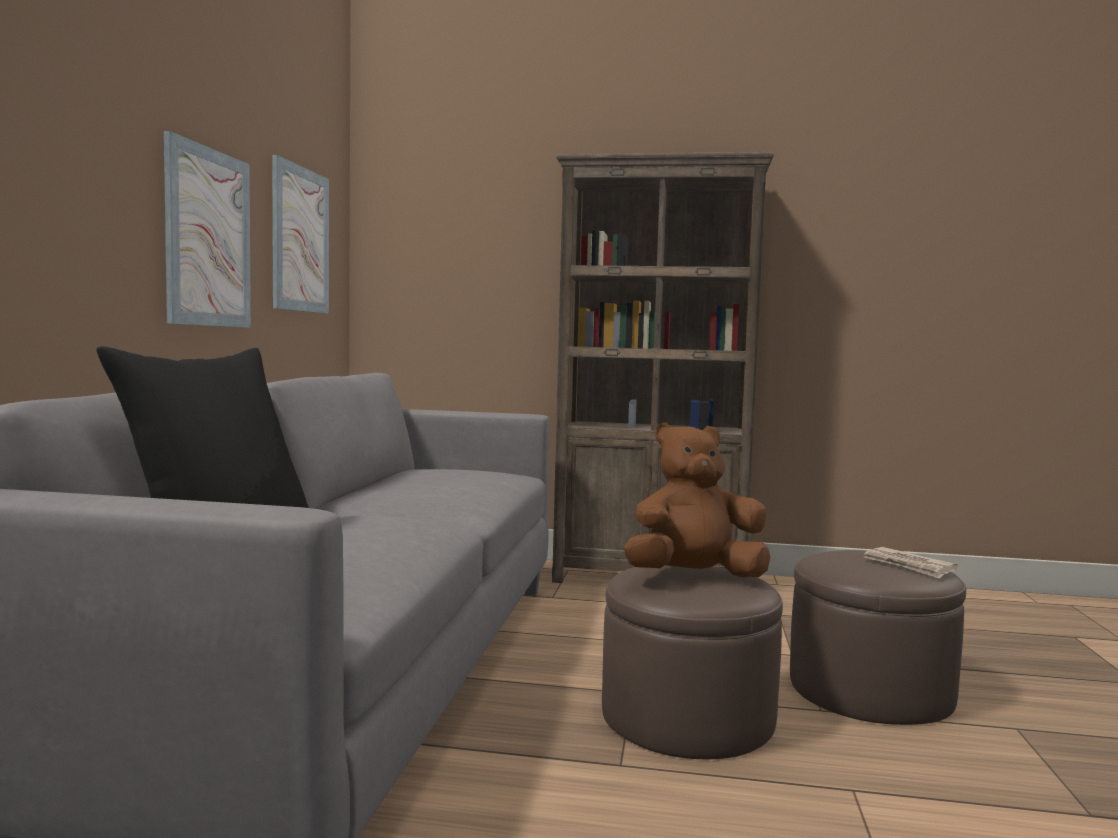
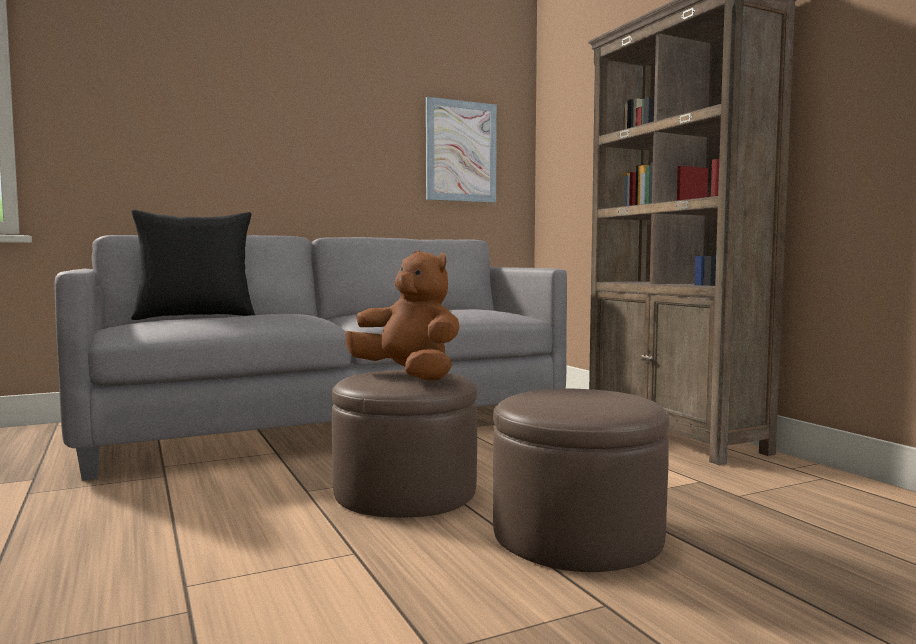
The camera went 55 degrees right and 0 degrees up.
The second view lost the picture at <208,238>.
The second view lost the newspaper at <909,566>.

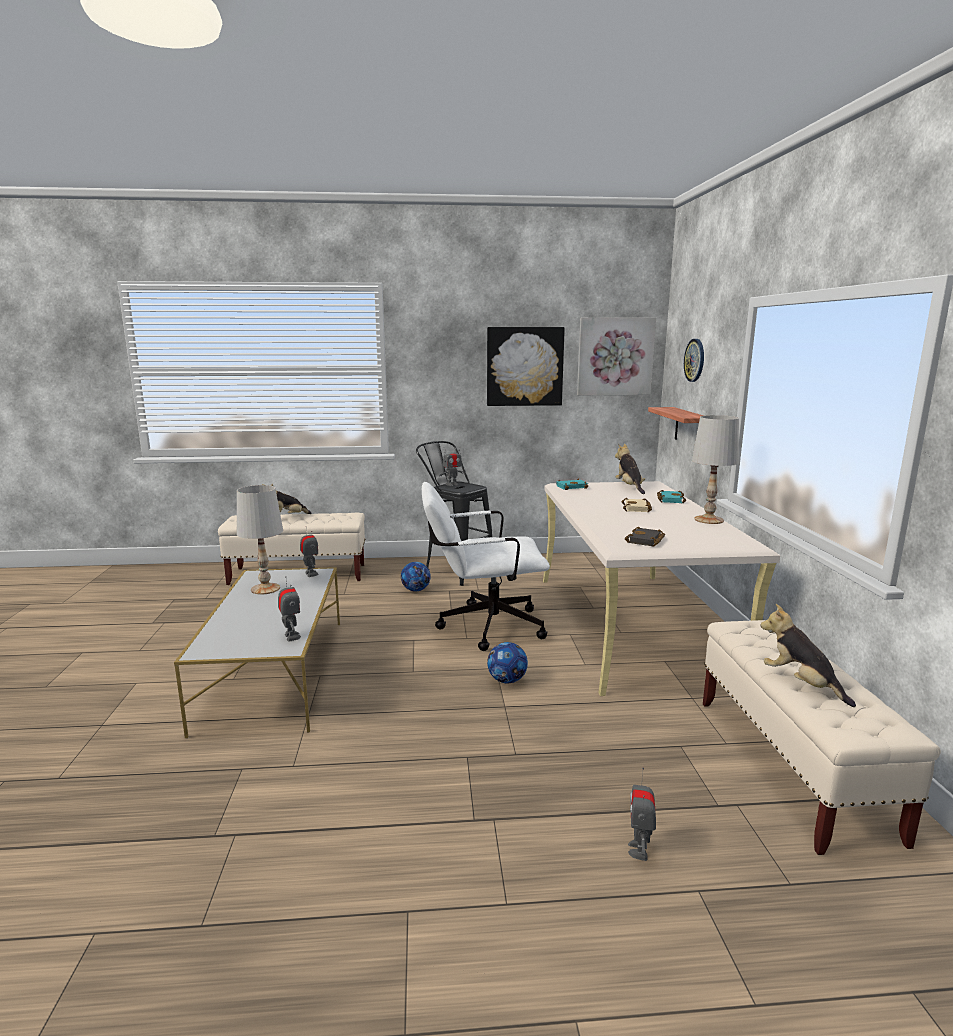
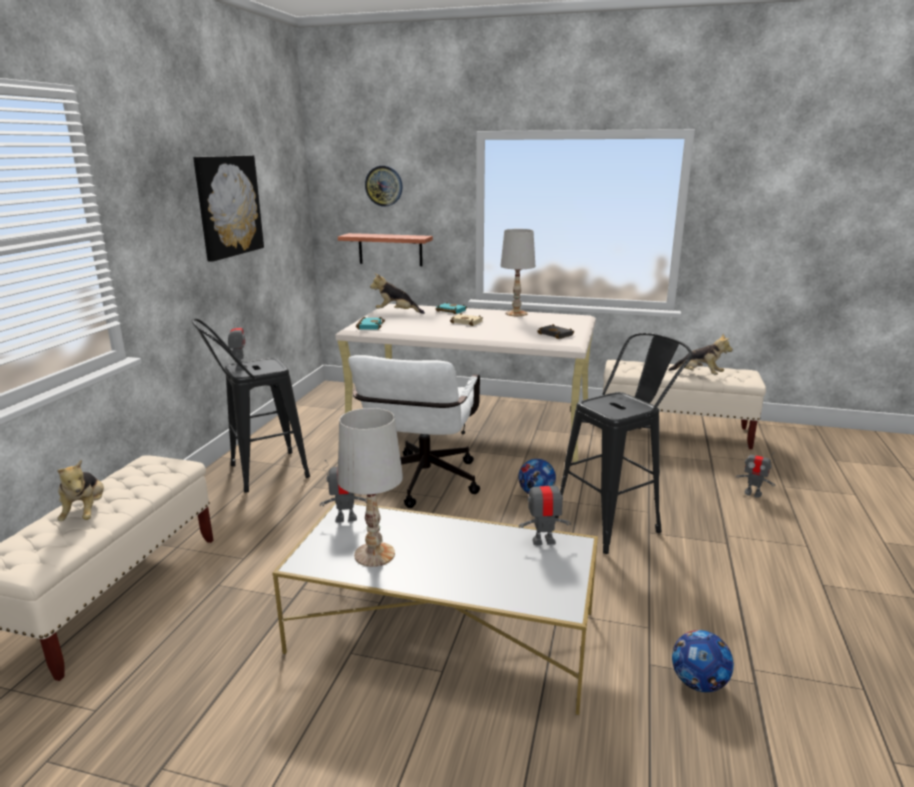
The camera went 70 degrees left and 5 degrees up.
The football ended up elsewhere, having gone from <416,590> to <698,683>.
The second view lost the picture at <615,356>.
The plush toy at <801,684> ended up facing another way, 135 degrees counterclockwise from before.
The second view gained the black stool at <615,522>.

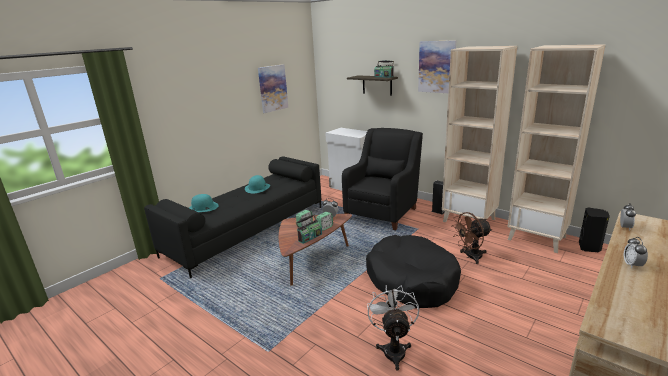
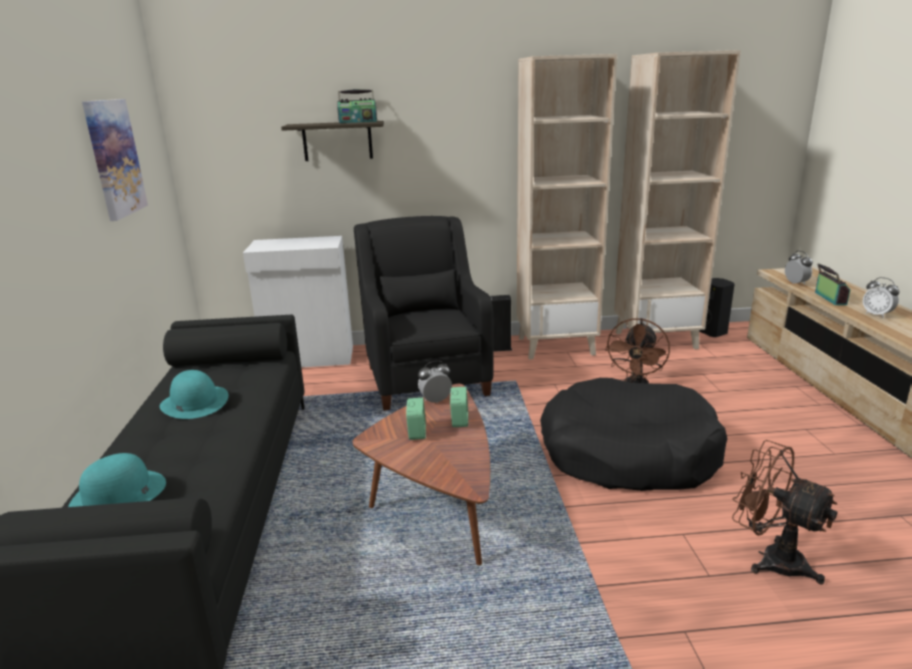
The camera went 45 degrees left and 0 degrees up.
The radio ended up elsewhere, having gone from <309,237> to <829,298>.
What was the white fan at <393,349> turned into the brown fan at <771,558>.
The second view lost the picture at <437,67>.

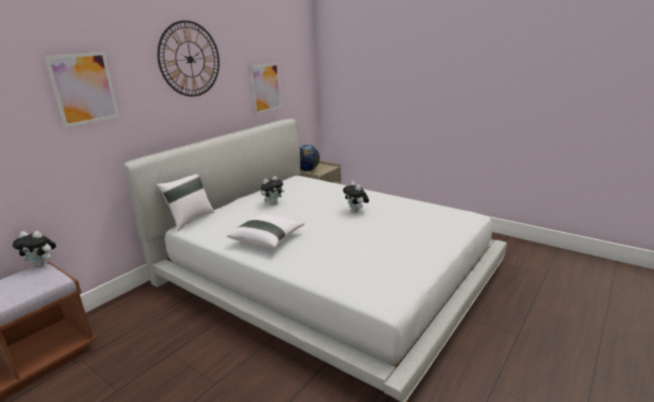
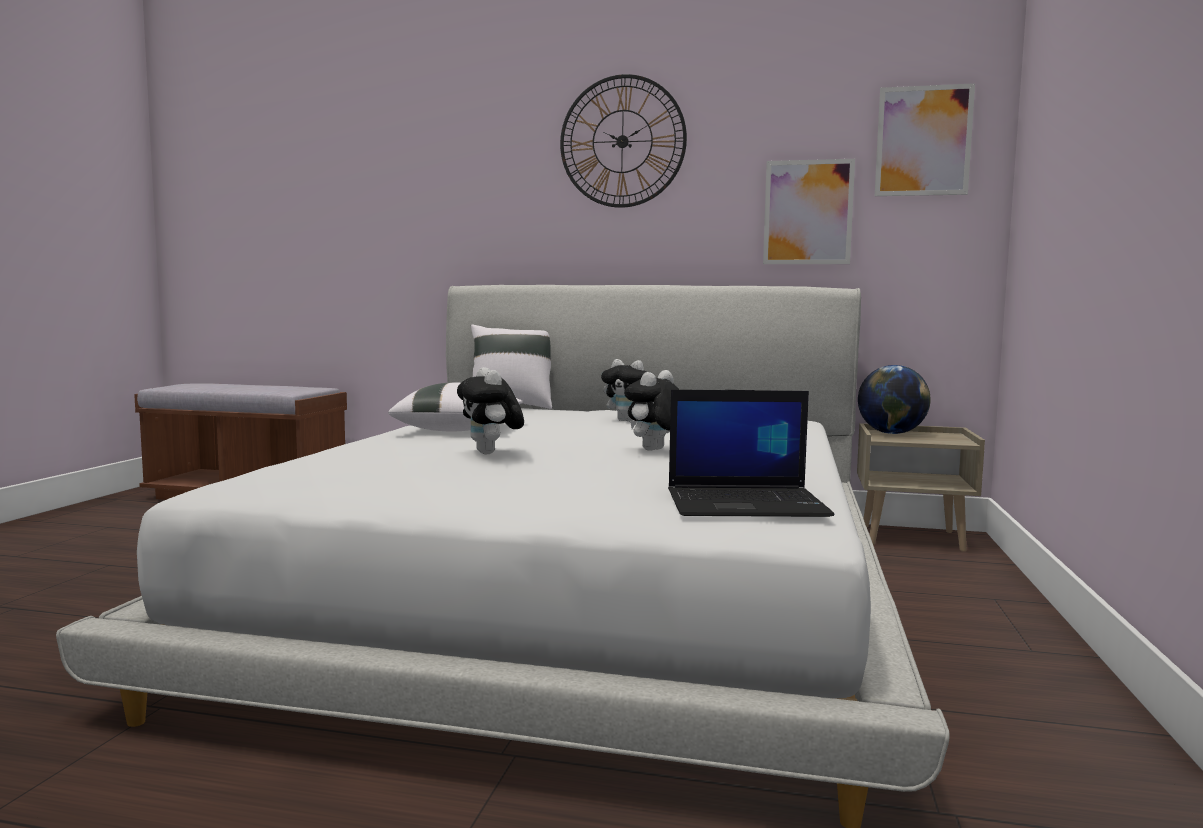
The camera went 65 degrees right and 15 degrees down.
The plush toy ended up elsewhere, having gone from <42,265> to <491,453>.
The picture ended up elsewhere, having gone from <84,88> to <923,141>.
The second view gained the laptop at <747,503>.

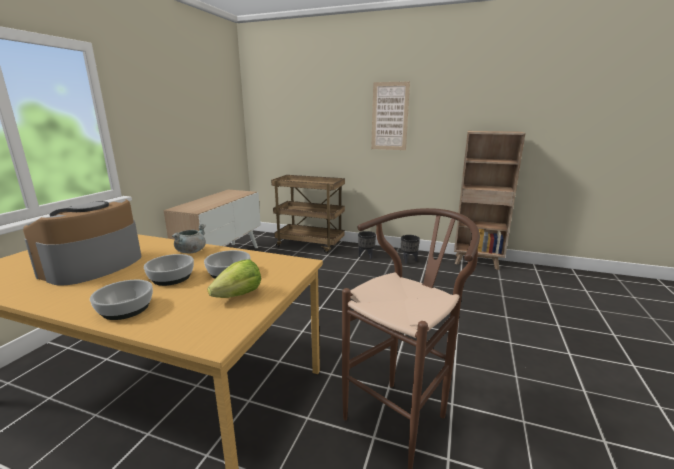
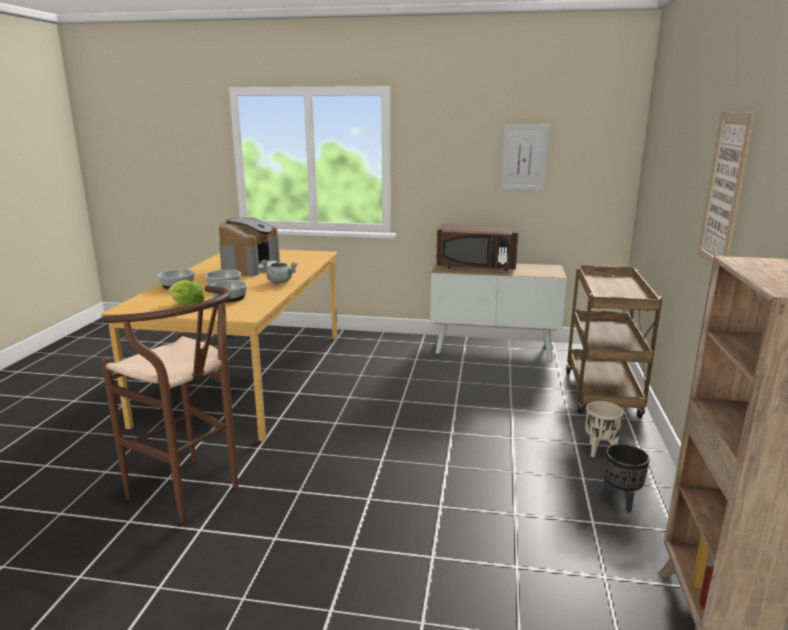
The camera went 80 degrees right and 0 degrees up.
The coffee machine at <94,266> ended up facing another way, 90 degrees clockwise from before.
What was the black planter at <366,256> turned into the beige planter at <600,451>.
The second view gained the brown microwave at <476,267>.
The second view gained the picture at <524,157>.

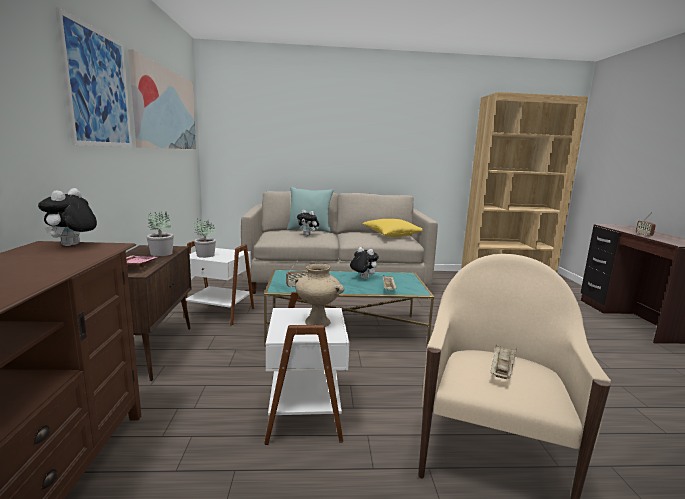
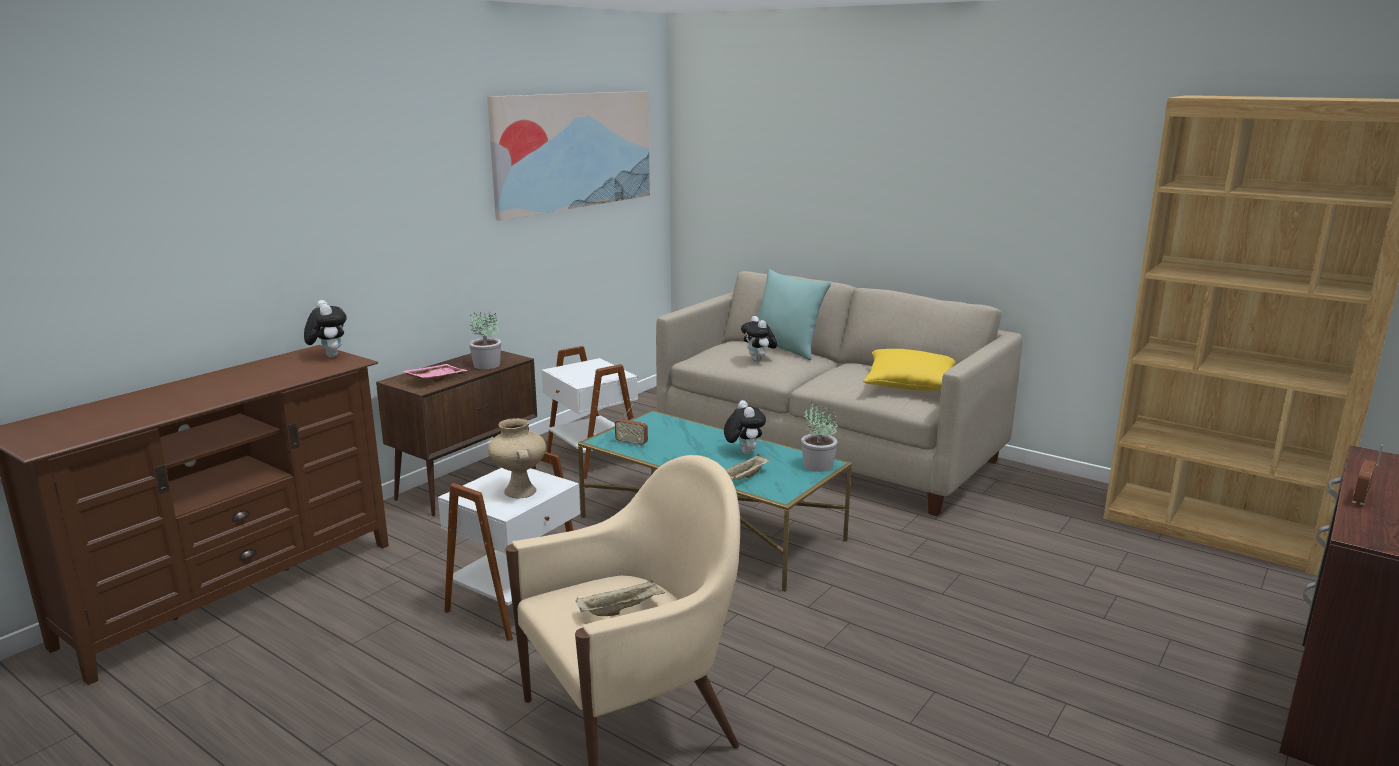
The camera went 40 degrees right and 5 degrees up.
The plush toy at <72,245> ended up facing another way, 105 degrees clockwise from before.
The second view lost the picture at <98,88>.
The potted plant ended up elsewhere, having gone from <205,255> to <817,465>.

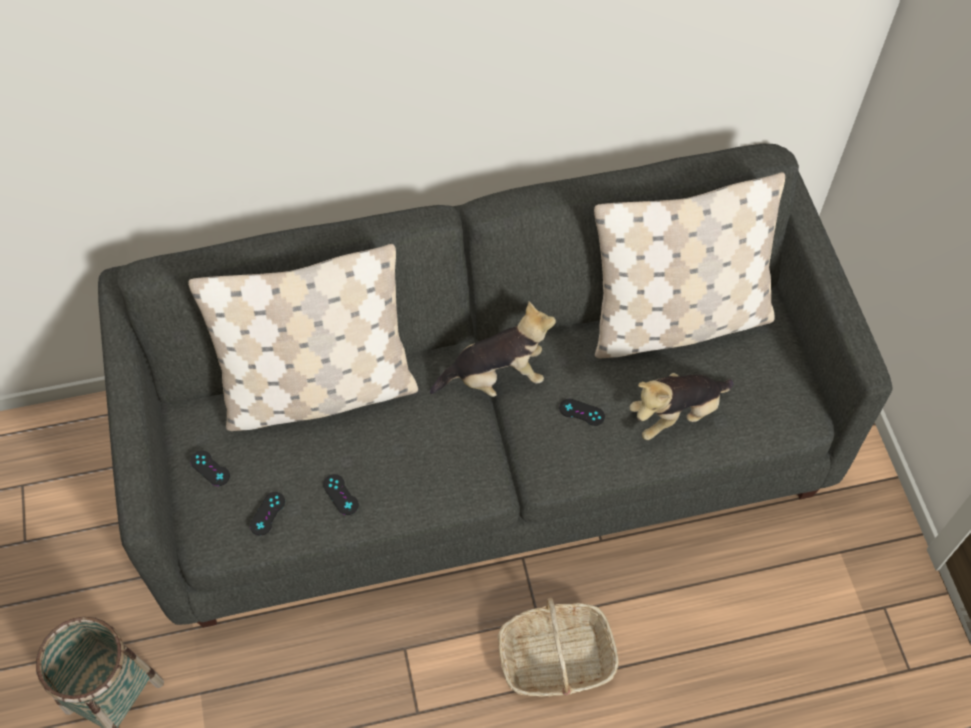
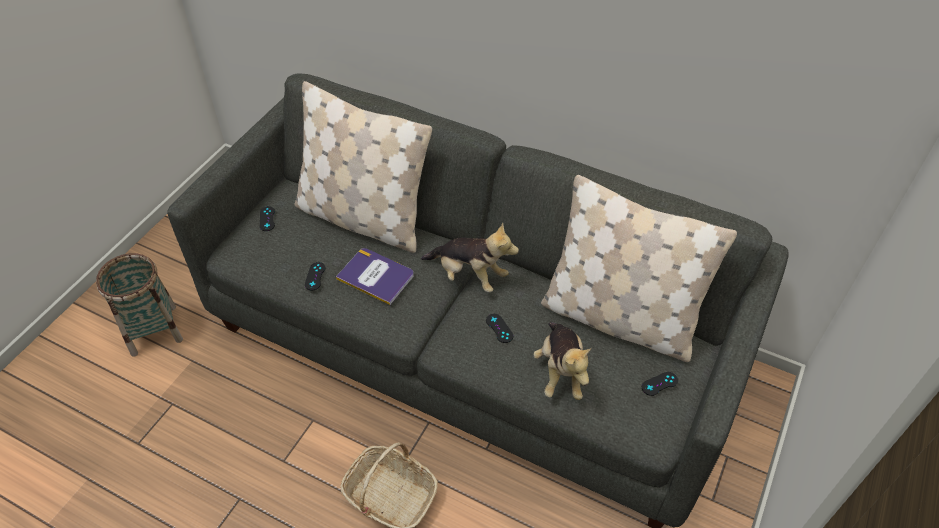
The camera went 40 degrees right and 10 degrees down.
The black game controller ended up elsewhere, having gone from <267,513> to <659,384>.
The plush toy at <676,414> ended up facing another way, 105 degrees counterclockwise from before.
The second view gained the book at <376,276>.

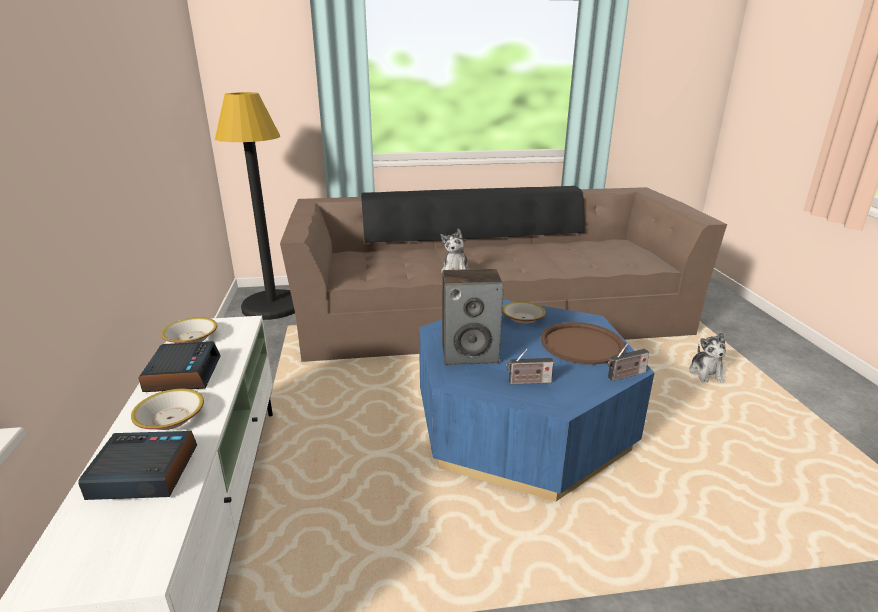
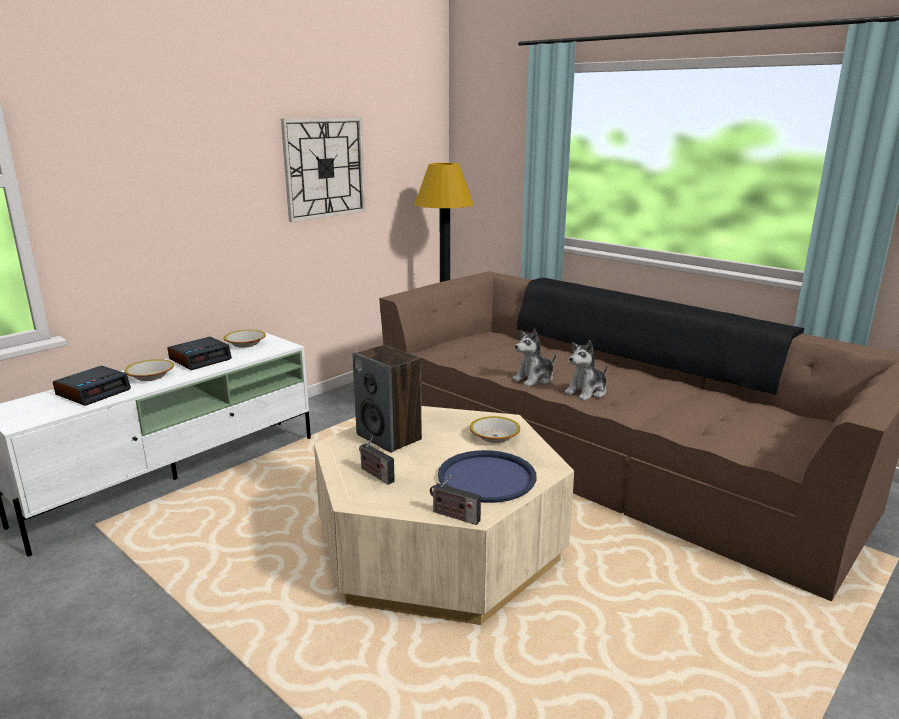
The camera went 50 degrees right and 5 degrees down.
The alarm clock at <143,474> ended up facing another way, 75 degrees clockwise from before.
What was the blue coffee table at <522,424> turned into the beige coffee table at <439,545>.
What was the brown tray at <581,344> turned into the blue tray at <486,477>.
The plush toy ended up elsewhere, having gone from <706,373> to <587,392>.
The second view gained the wall clock at <324,168>.

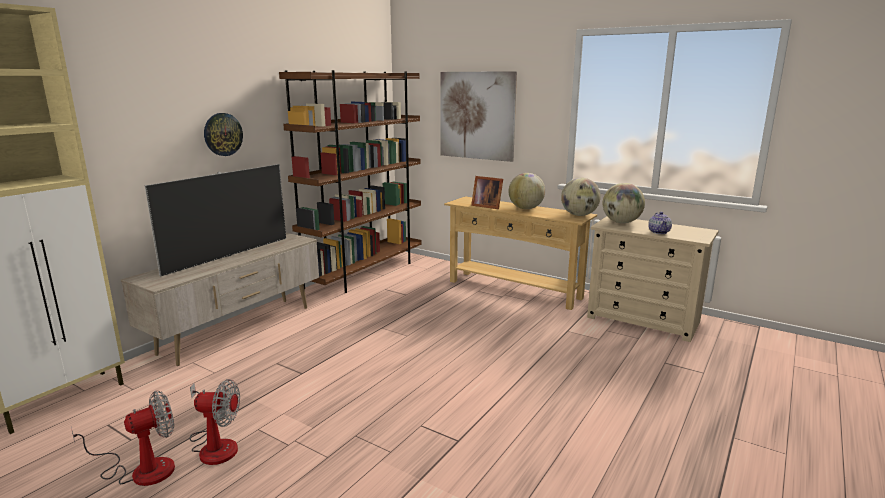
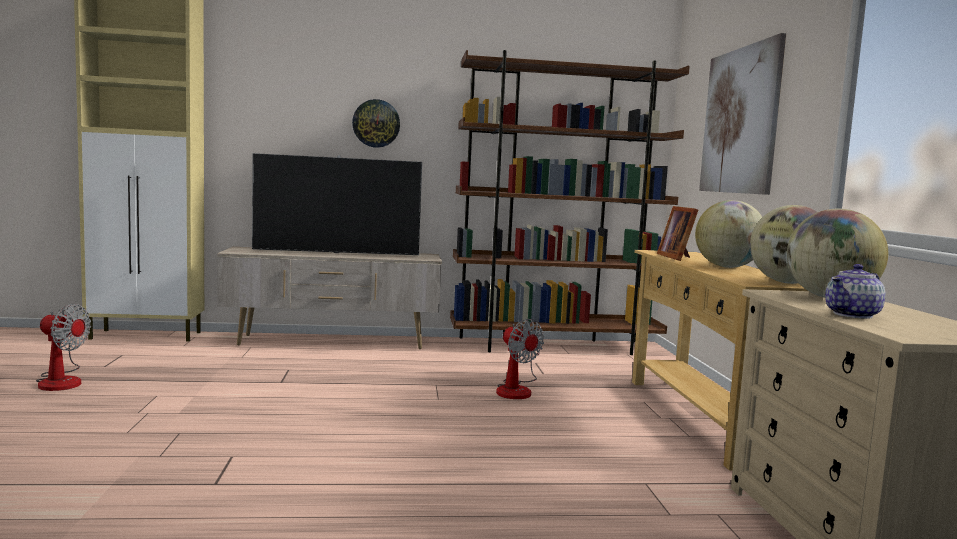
The camera went 50 degrees right and 10 degrees down.
The fan ended up elsewhere, having gone from <215,445> to <516,389>.

